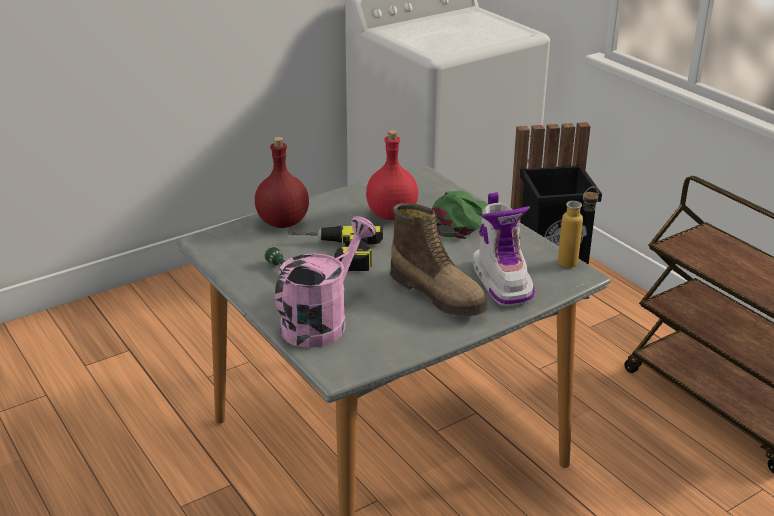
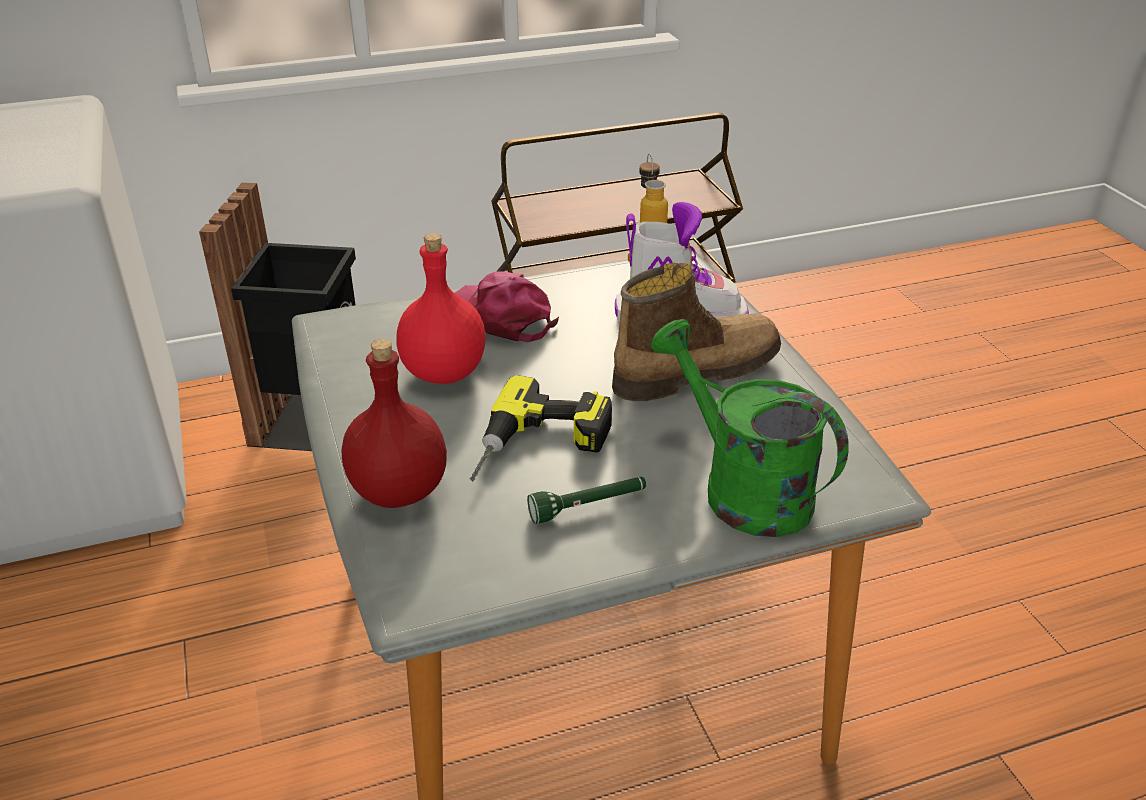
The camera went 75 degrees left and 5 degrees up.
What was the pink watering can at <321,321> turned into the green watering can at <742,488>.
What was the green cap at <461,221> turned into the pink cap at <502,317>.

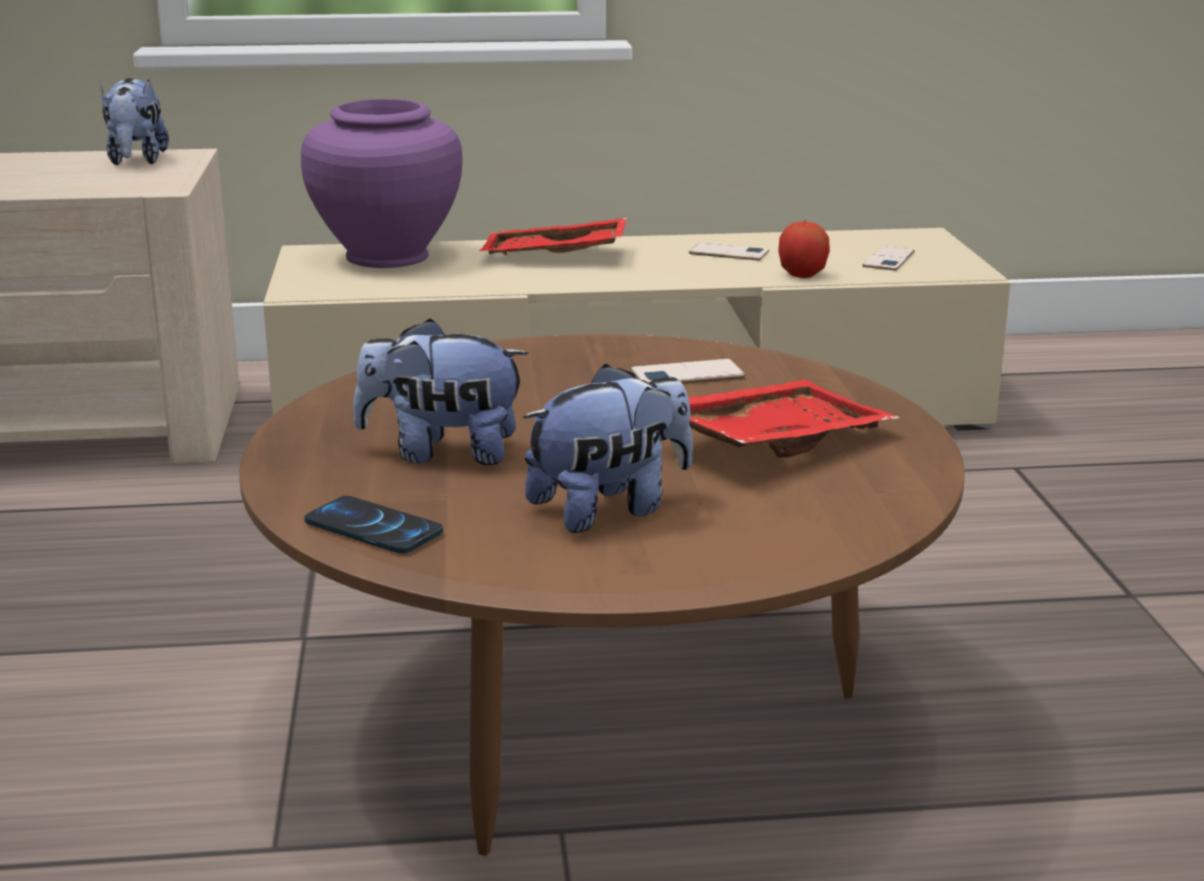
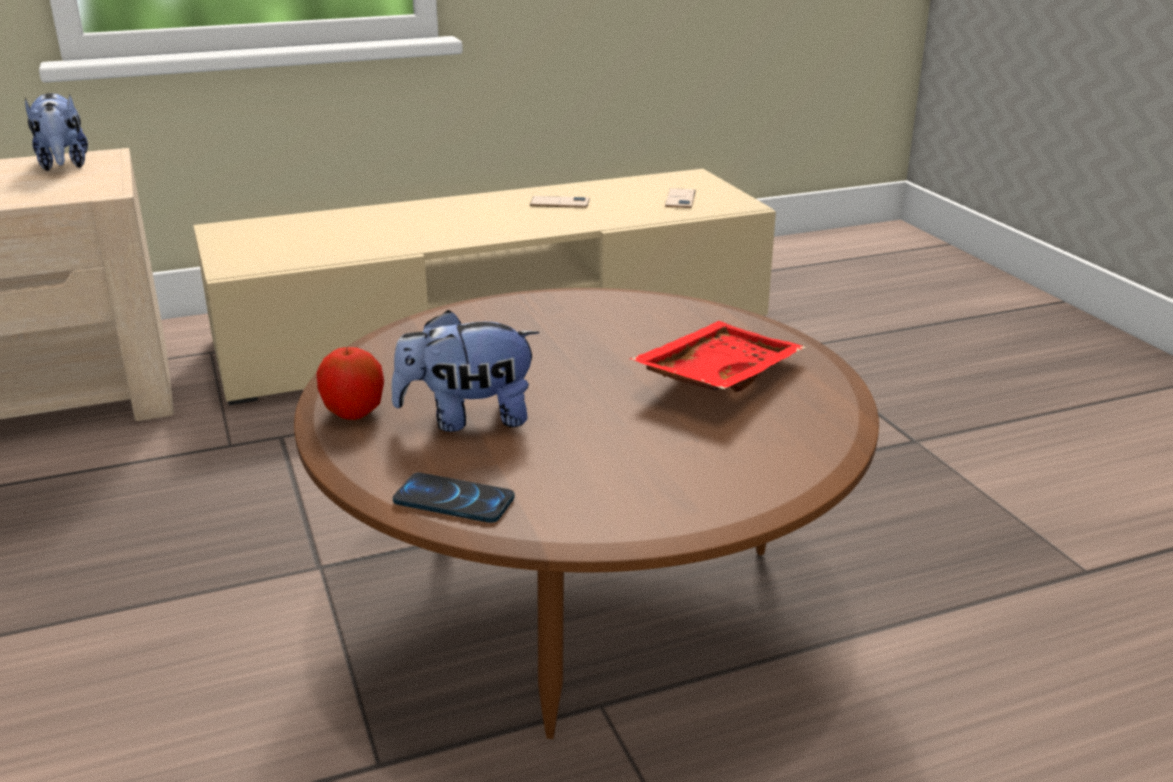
The camera went 15 degrees left and 5 degrees up.
The second view lost the purple vase at <386,257>.
The second view lost the red tray at <554,256>.
The second view lost the plush toy at <610,509>.
The second view lost the phone at <687,374>.
The apple ended up elsewhere, having gone from <802,274> to <353,412>.

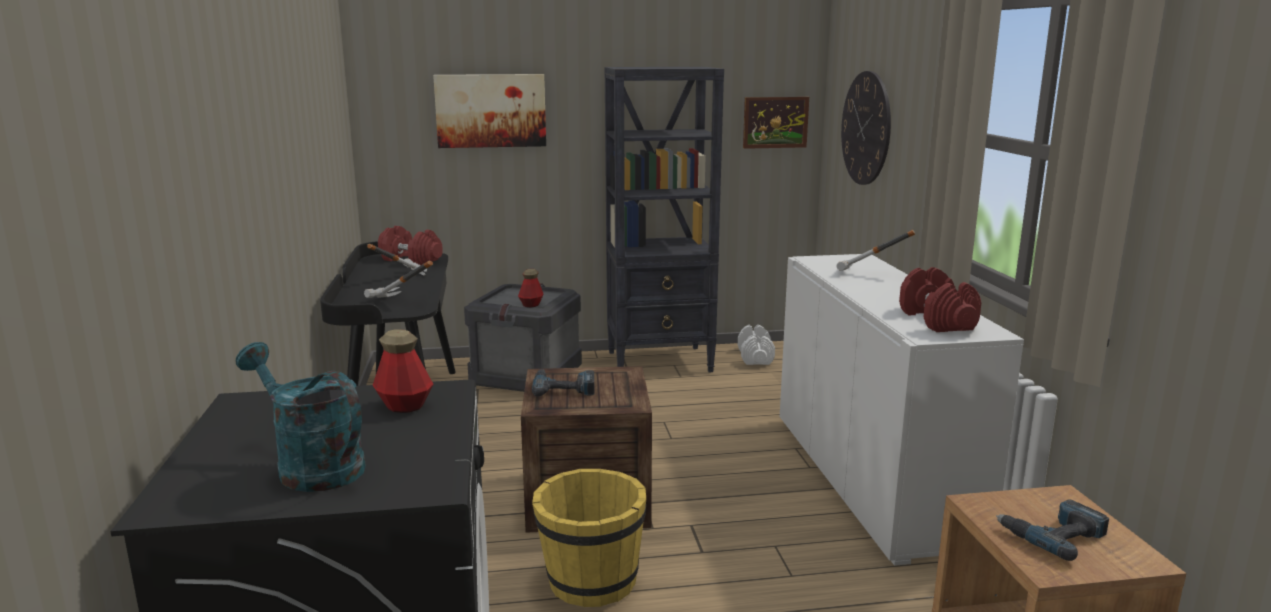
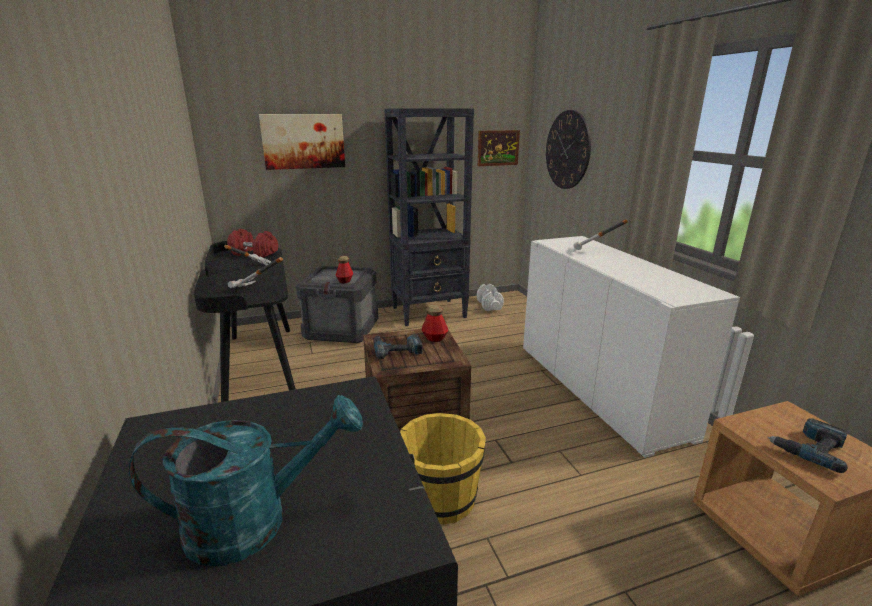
The camera went 10 degrees left and 5 degrees up.
The turquoise watering can at <311,466> ended up facing another way, 135 degrees clockwise from before.
The bottle ended up elsewhere, having gone from <404,406> to <434,338>.
The second view lost the red dumbbell at <938,320>.

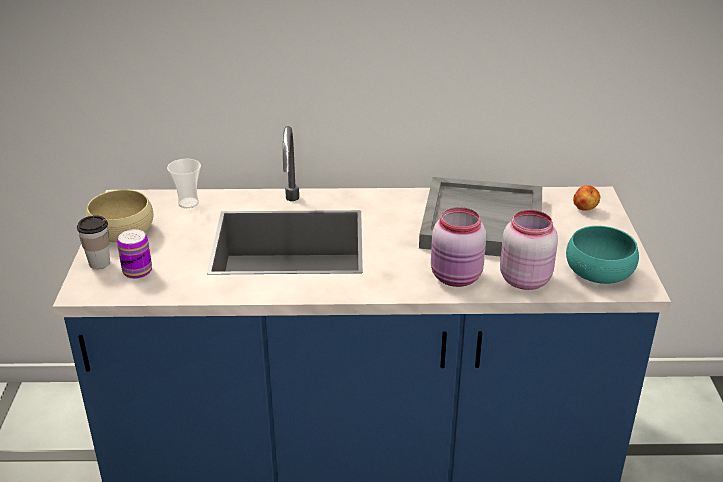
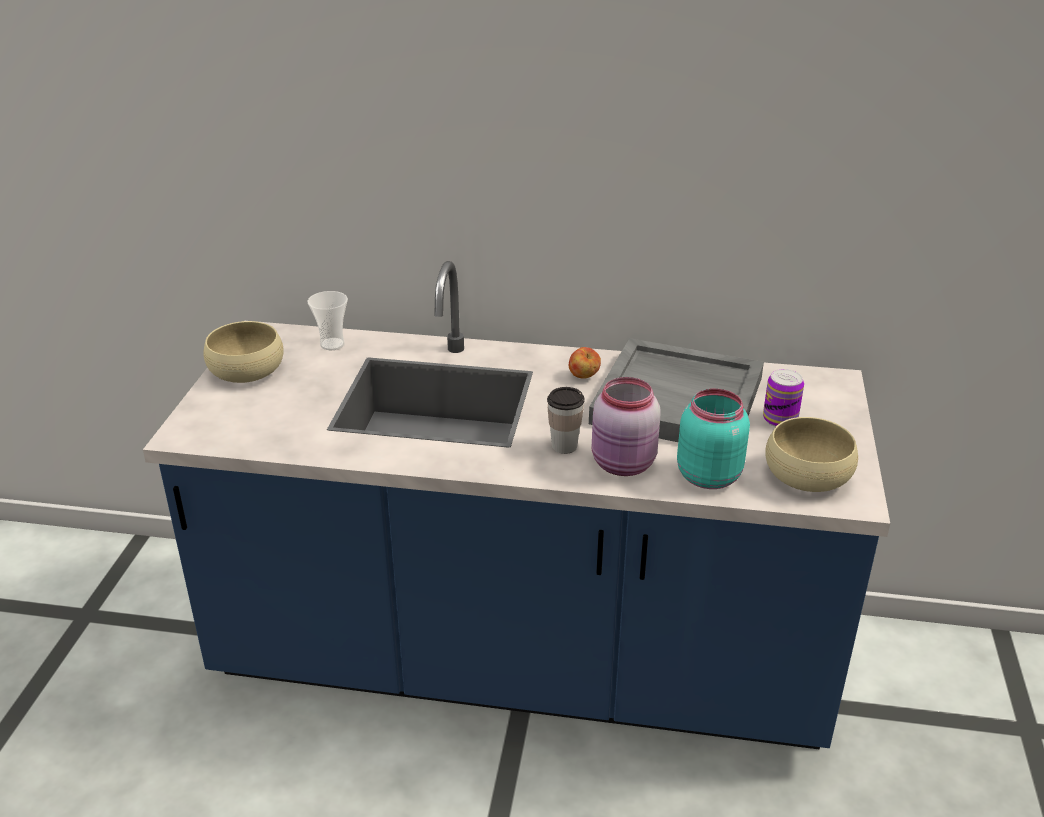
The camera went 10 degrees right and 0 degrees up.
The cup ended up elsewhere, having gone from <99,263> to <564,446>.
The can ended up elsewhere, having gone from <137,271> to <780,419>.
What was the pink jar at <524,279> turned into the turquoise jar at <708,475>.
What was the turquoise bowl at <599,271> turned into the beige bowl at <807,476>.
The apple ended up elsewhere, having gone from <585,209> to <584,376>.

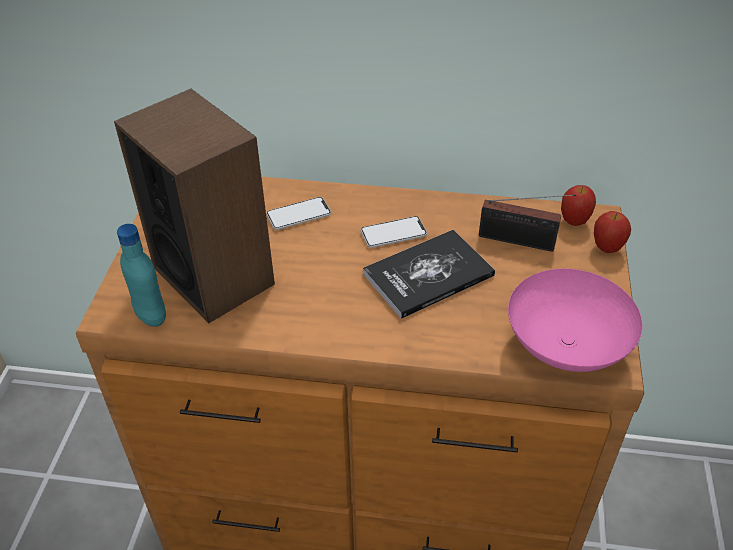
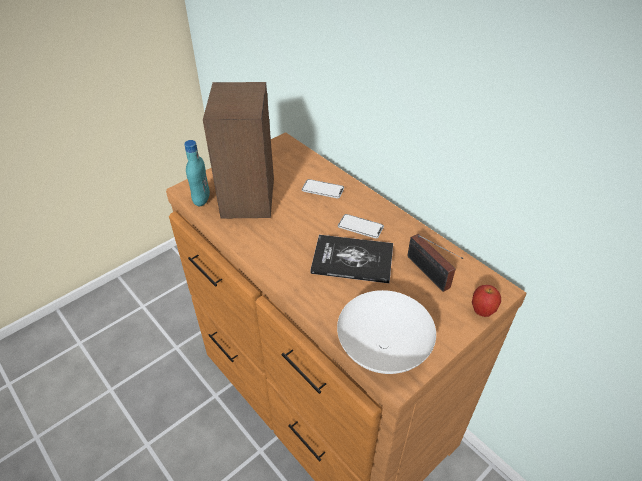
The camera went 40 degrees right and 0 degrees up.
What was the pink bowl at <567,348> turned into the white bowl at <383,350>.
The second view lost the apple at <574,221>.

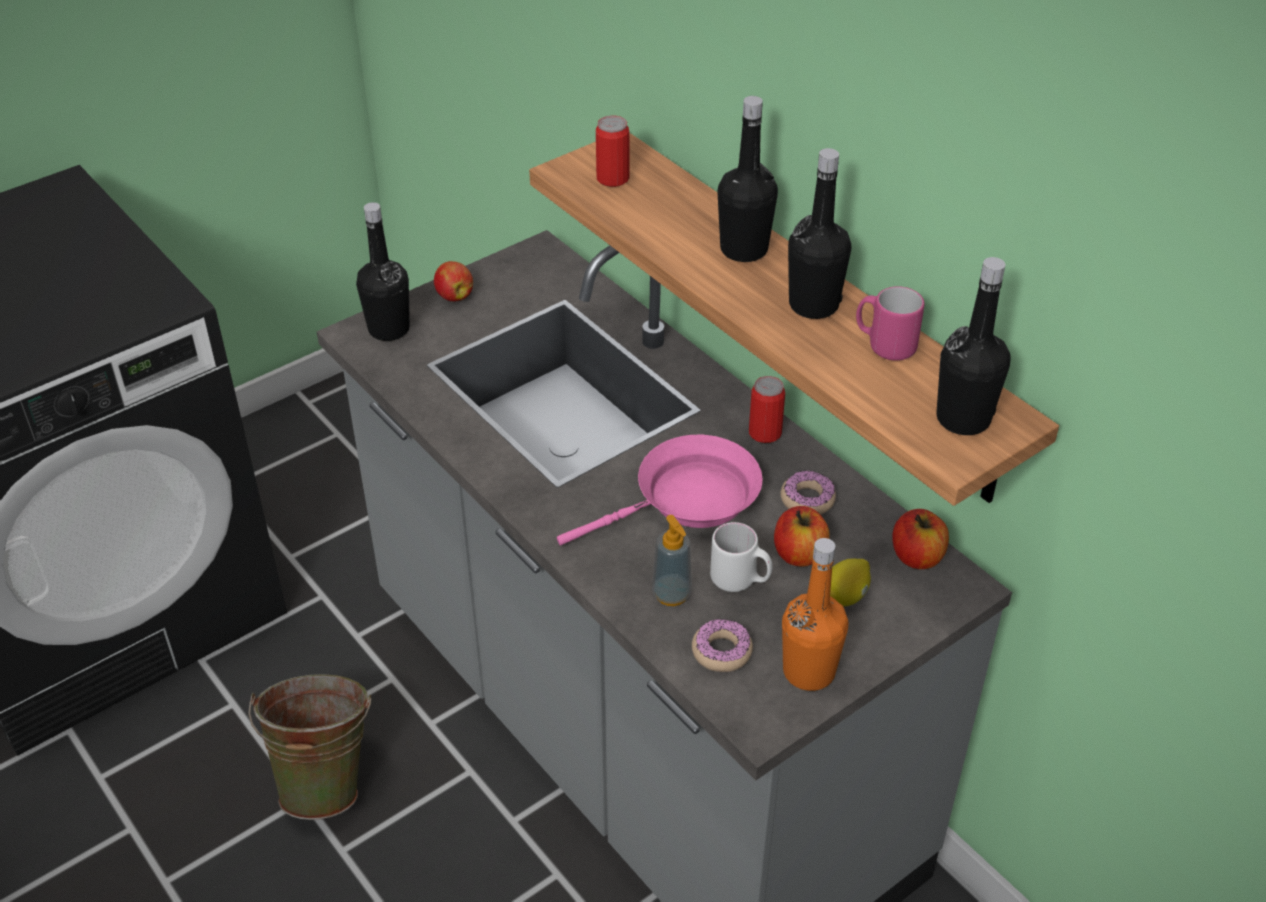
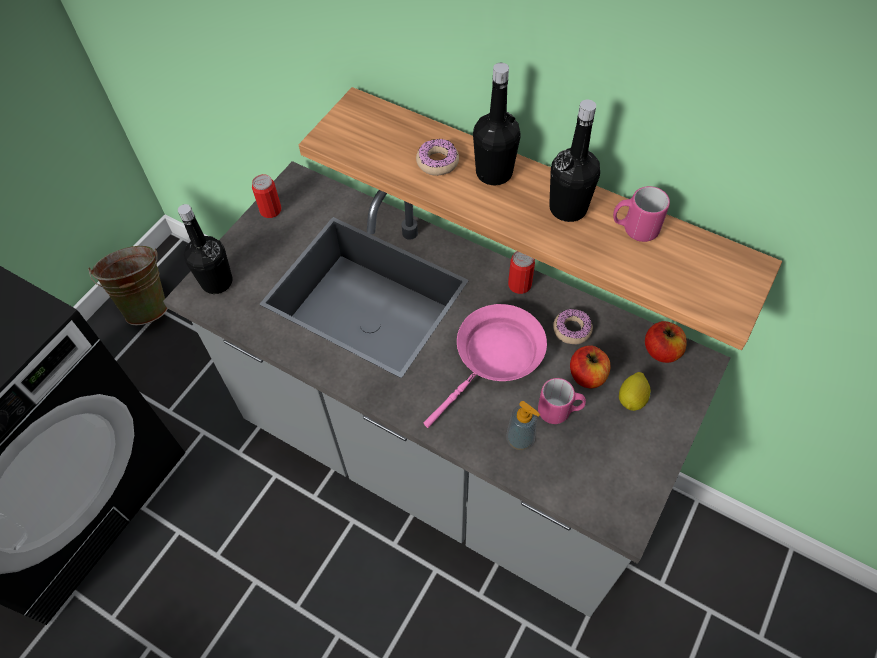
The camera went 20 degrees left and 15 degrees up.
The green bucket ended up elsewhere, having gone from <326,780> to <147,303>.
The second view lost the apple at <454,296>.
The can ended up elsewhere, having gone from <613,178> to <270,210>.
The donut ended up elsewhere, having gone from <721,651> to <437,162>.
What was the white mug at <740,580> turned into the pink mug at <559,411>.
The second view lost the orange bottle at <809,671>.
The second view lost the black bottle at <963,419>.

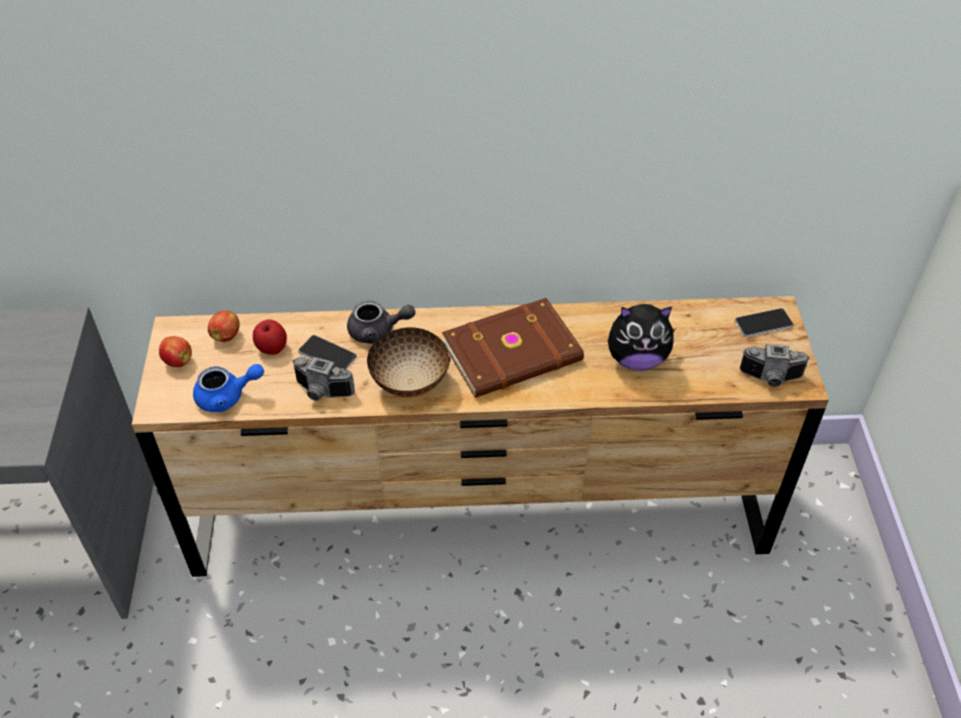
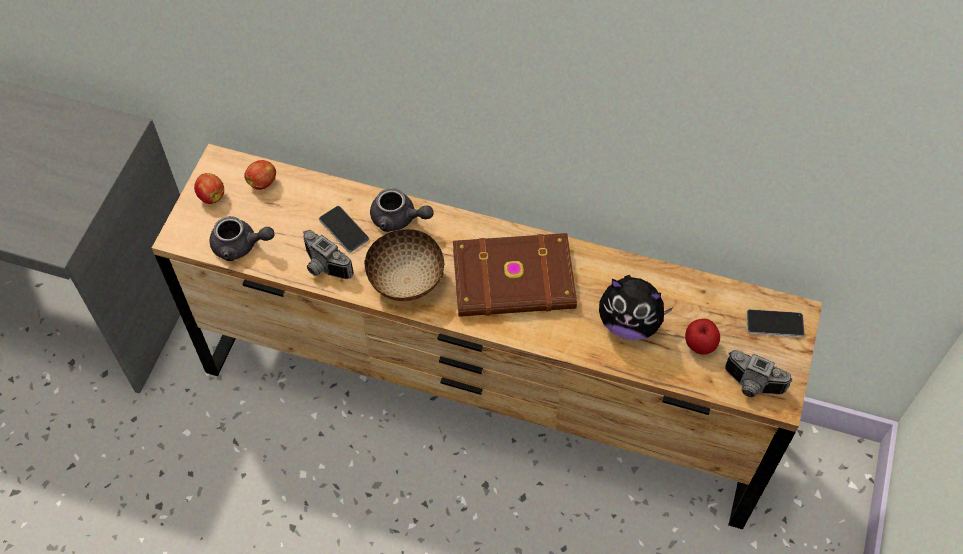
The camera went 20 degrees right and 10 degrees up.
What was the blue teapot at <227,397> turned into the grey teapot at <240,246>.
The apple ended up elsewhere, having gone from <272,347> to <700,344>.

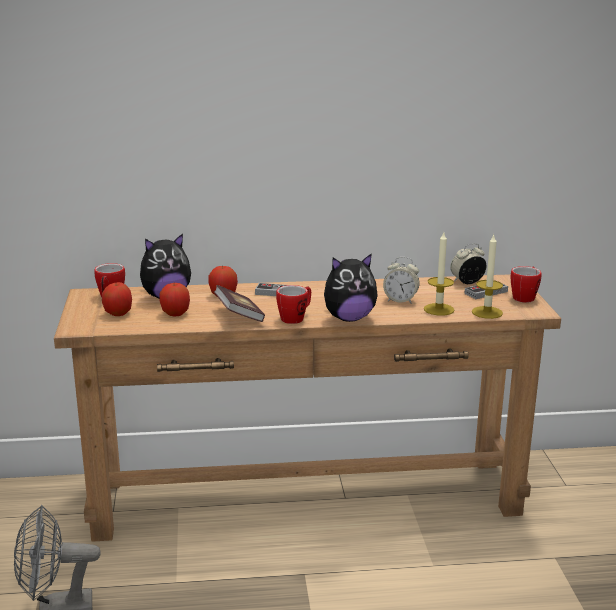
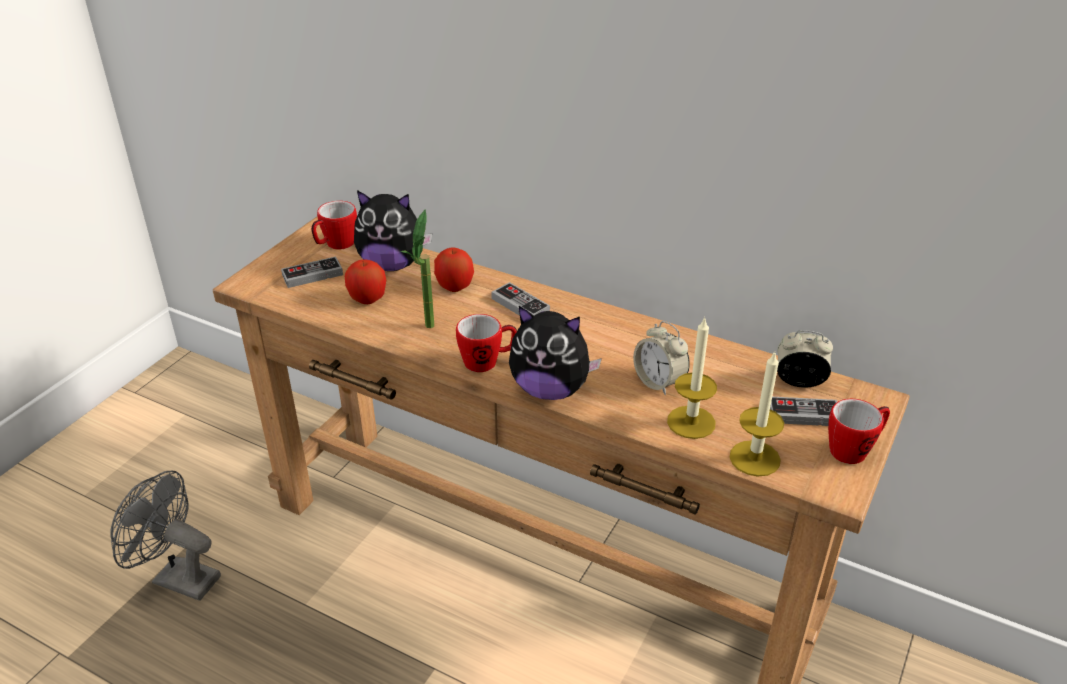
The camera went 35 degrees right and 15 degrees up.
Where the apple stood at <118,313>, the game controller came to stand at <312,275>.
Where the book stood at <239,316>, the potted plant came to stand at <428,331>.

